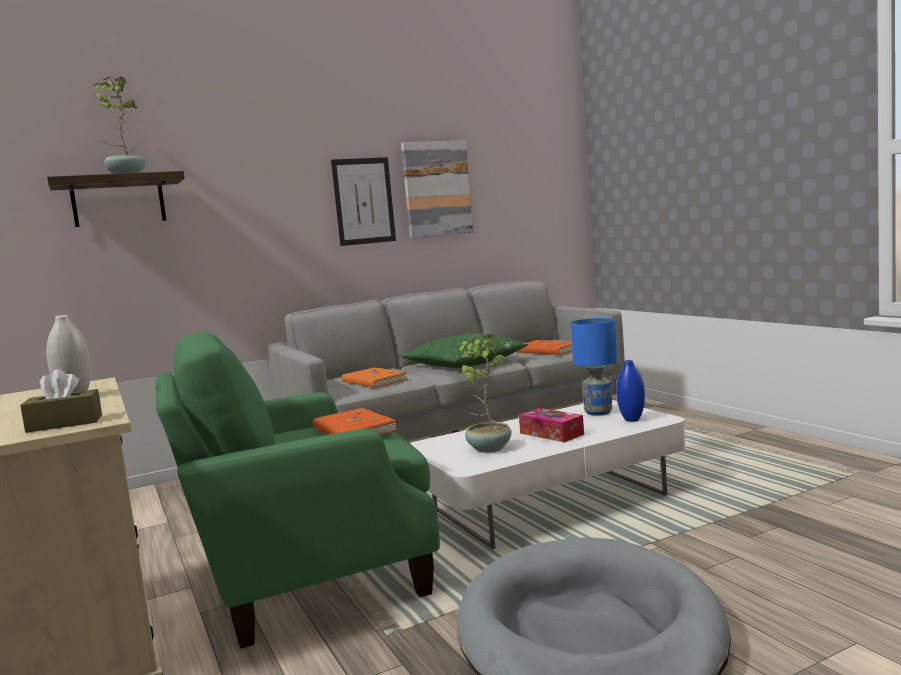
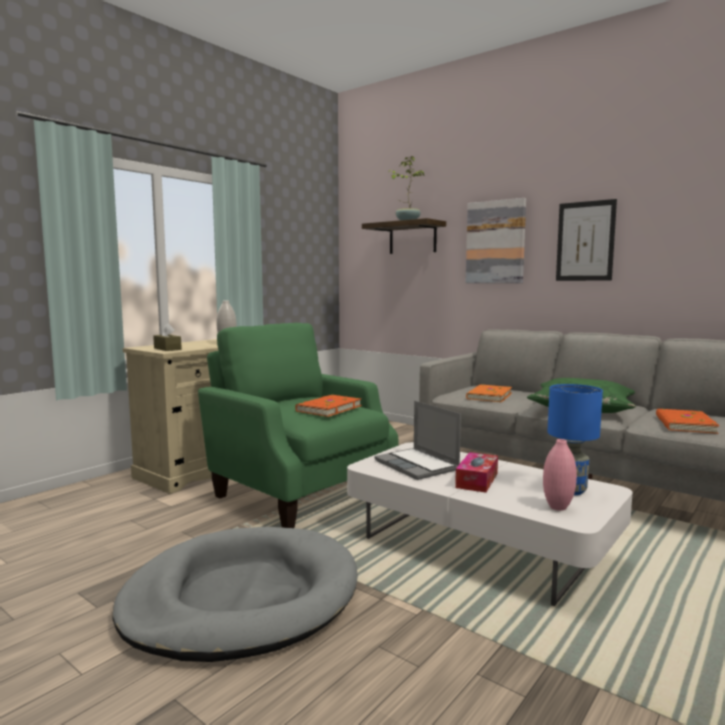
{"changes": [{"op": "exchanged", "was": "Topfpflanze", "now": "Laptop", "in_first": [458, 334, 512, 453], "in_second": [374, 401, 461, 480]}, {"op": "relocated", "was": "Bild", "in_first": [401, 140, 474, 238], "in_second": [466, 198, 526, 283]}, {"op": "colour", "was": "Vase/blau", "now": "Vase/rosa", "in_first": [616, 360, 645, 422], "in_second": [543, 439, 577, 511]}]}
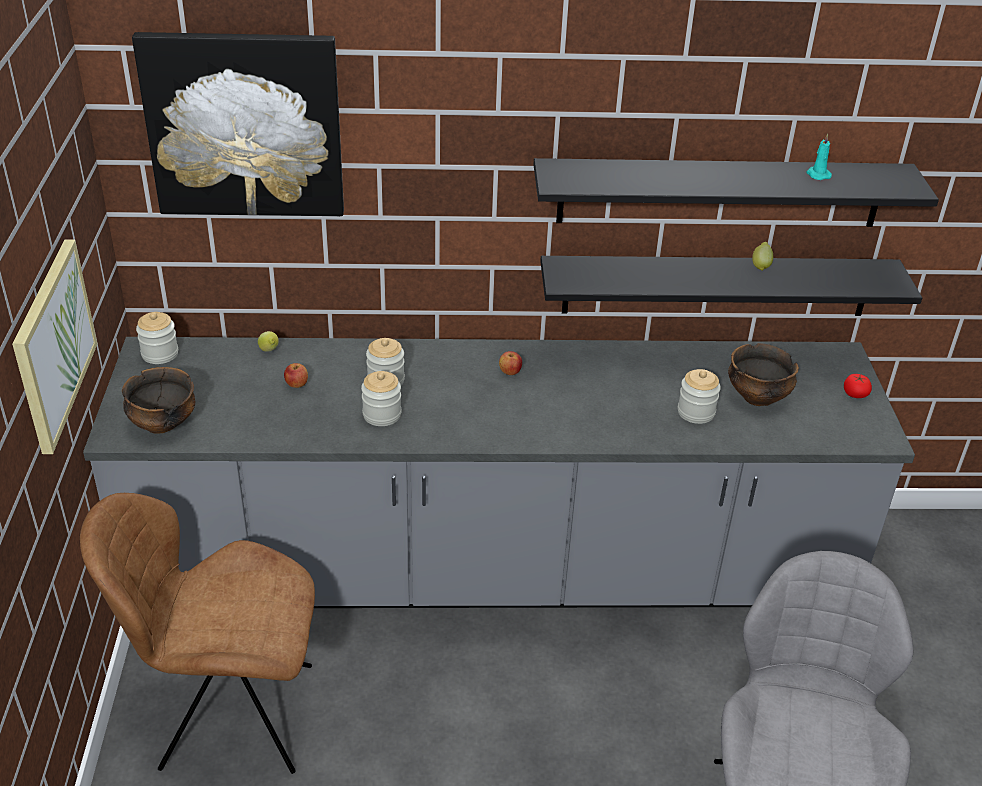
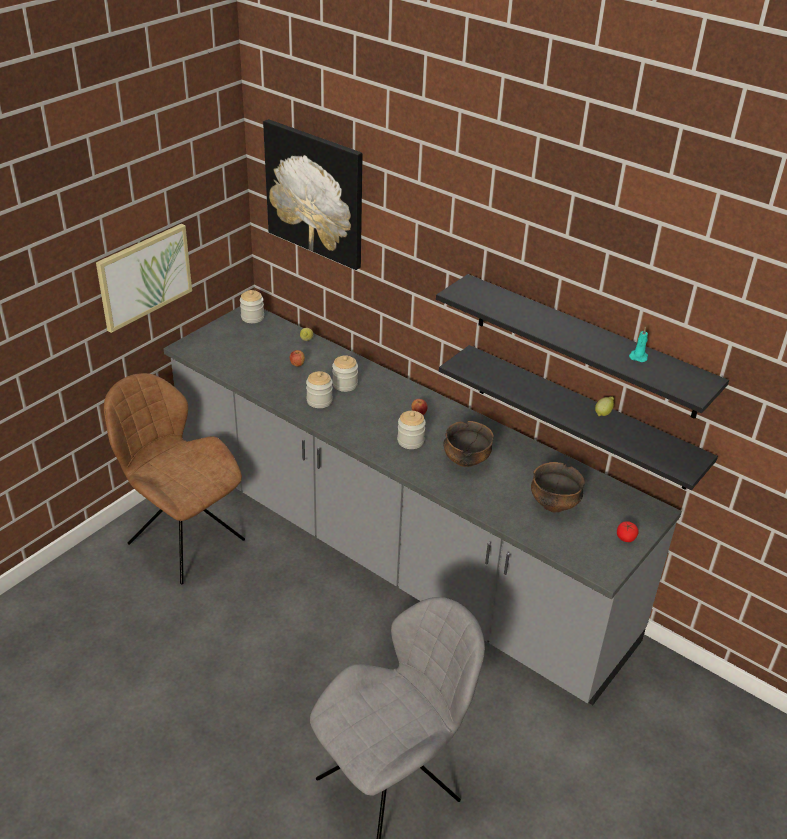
{"changes": [{"op": "relocated", "was": "Vorratsglas", "in_first": [678, 369, 721, 424], "in_second": [397, 411, 426, 449]}, {"op": "relocated", "was": "Schüssel", "in_first": [122, 367, 195, 434], "in_second": [443, 421, 494, 467]}]}
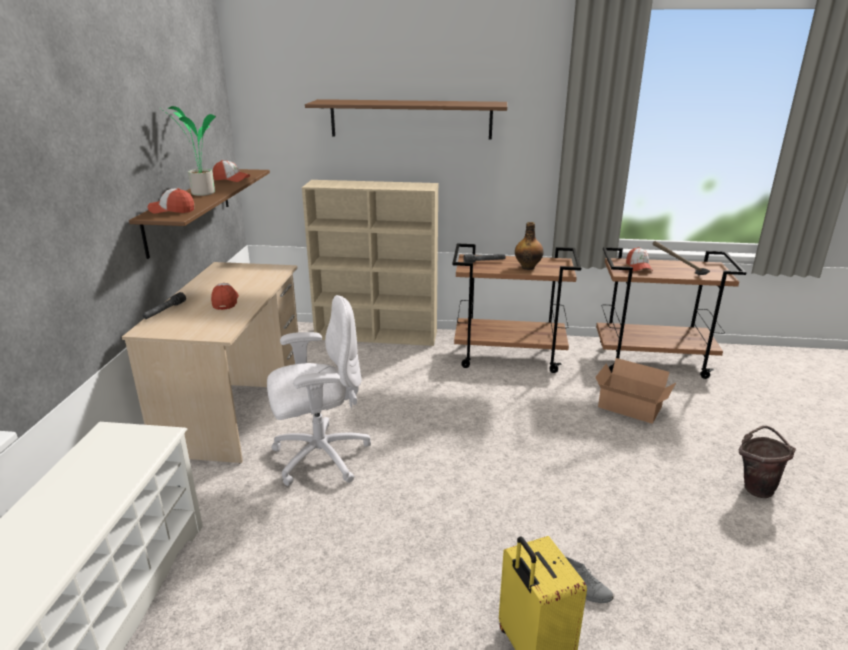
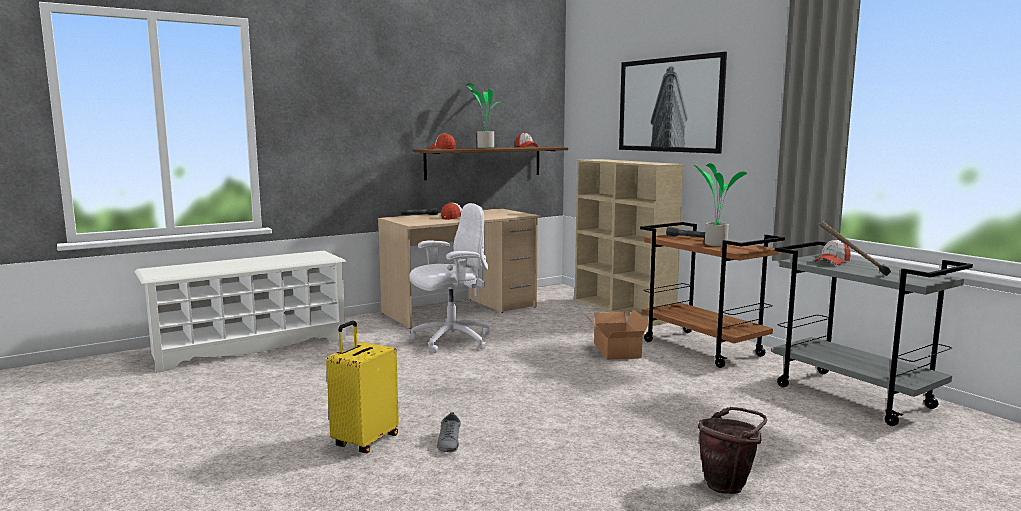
{"changes": [{"op": "spun", "was": "Bürostuhl/weiß", "in_first": [267, 295, 371, 486], "in_second": [409, 203, 490, 353], "clockwise": -60}, {"op": "relocated", "was": "Karton", "in_first": [595, 358, 676, 424], "in_second": [585, 309, 650, 360]}, {"op": "exchanged", "was": "Wandregal/braun", "now": "Bild", "in_first": [305, 99, 507, 139], "in_second": [619, 52, 727, 154]}, {"op": "exchanged", "was": "Flasche", "now": "Topfpflanze", "in_first": [515, 222, 544, 270], "in_second": [694, 163, 747, 246]}, {"op": "colour", "was": "Rollwagen/braun", "now": "Rollwagen/grau", "in_first": [596, 247, 747, 379], "in_second": [773, 241, 973, 426]}]}
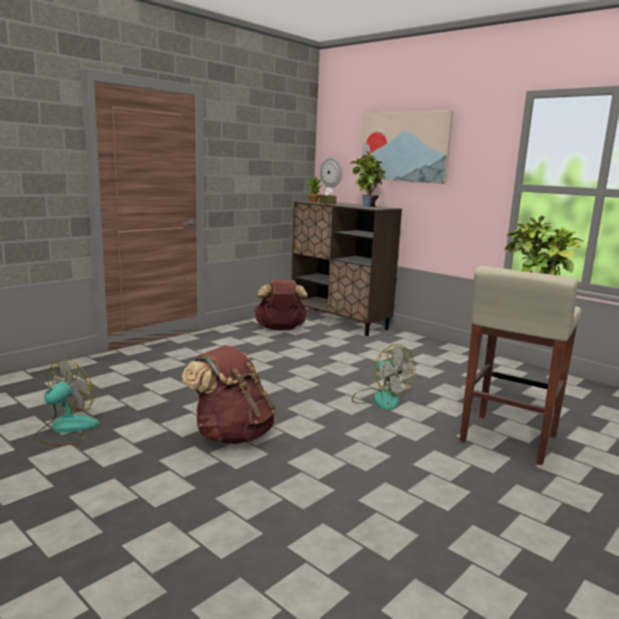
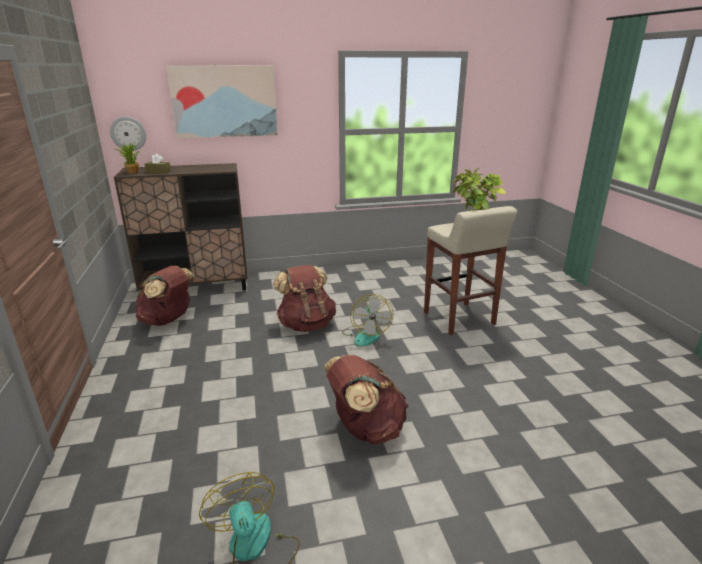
{"changes": [{"op": "appeared", "now": "Rucksack/braun", "in_second": [273, 265, 336, 332]}, {"op": "spun", "was": "Ventilator", "in_first": [352, 344, 415, 410], "in_second": [342, 294, 393, 347], "clockwise": 90}, {"op": "missing", "was": "Topfpflanze", "in_first": [349, 151, 386, 207]}]}
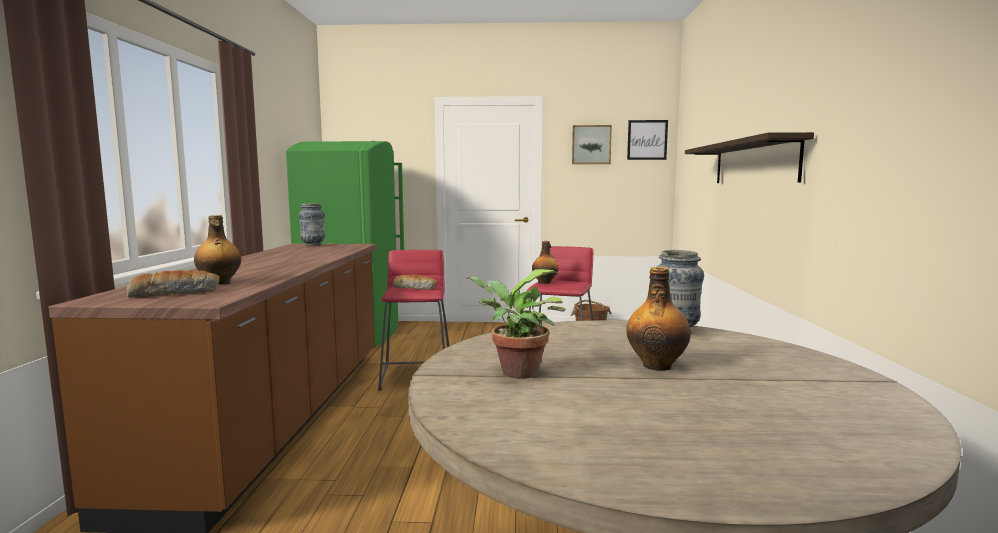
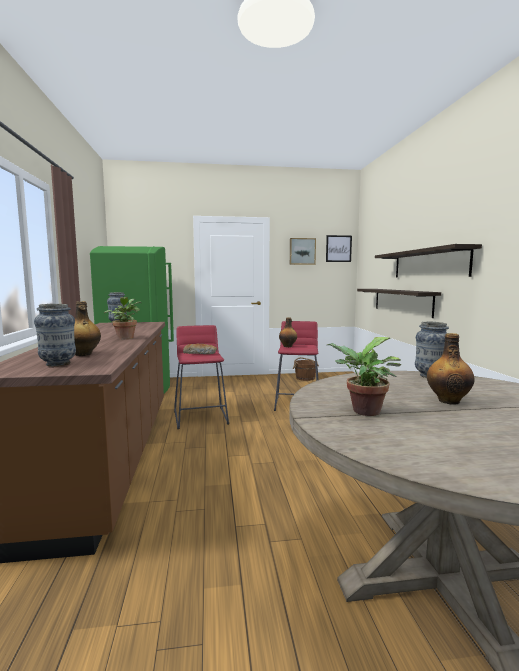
{"changes": [{"op": "exchanged", "was": "Brot", "now": "Vase", "in_first": [127, 270, 220, 298], "in_second": [34, 304, 76, 366]}, {"op": "appeared", "now": "Topfpflanze", "in_second": [104, 297, 142, 339]}, {"op": "appeared", "now": "Wandregal", "in_second": [357, 289, 441, 318]}]}
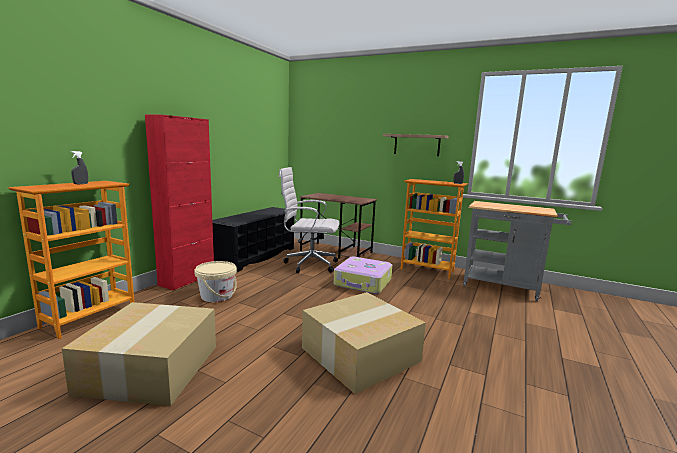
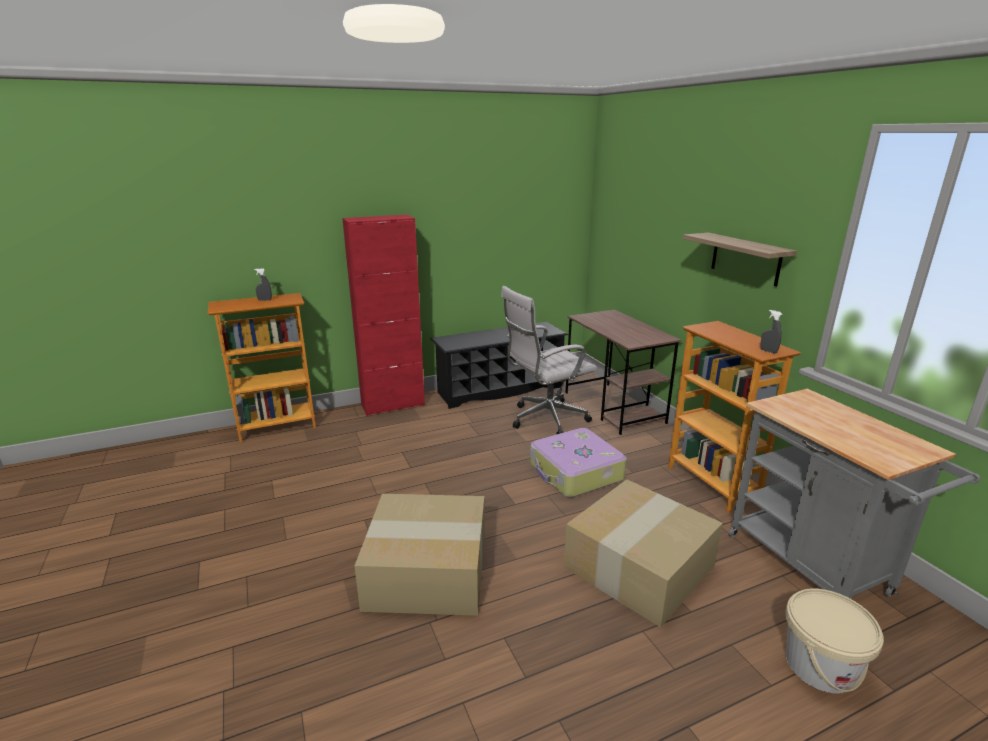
{"changes": [{"op": "spun", "was": "Bürostuhl/weiß", "in_first": [279, 167, 339, 273], "in_second": [501, 286, 597, 434], "clockwise": -75}, {"op": "relocated", "was": "Karton", "in_first": [62, 302, 216, 406], "in_second": [564, 479, 723, 628]}, {"op": "relocated", "was": "Eimer/beige", "in_first": [195, 261, 237, 302], "in_second": [785, 588, 884, 693]}]}
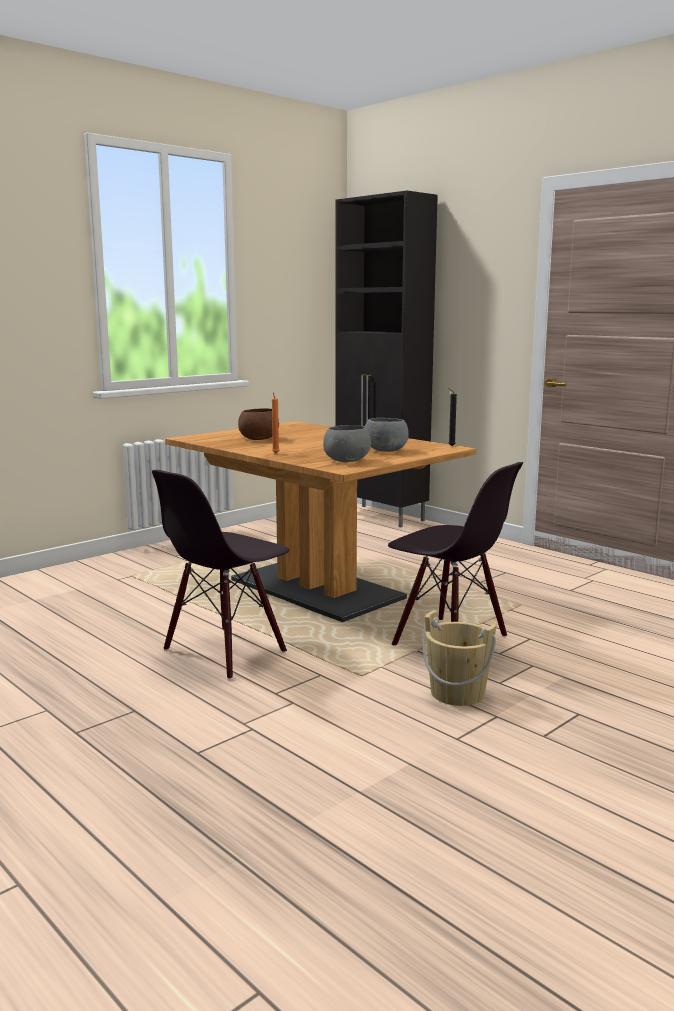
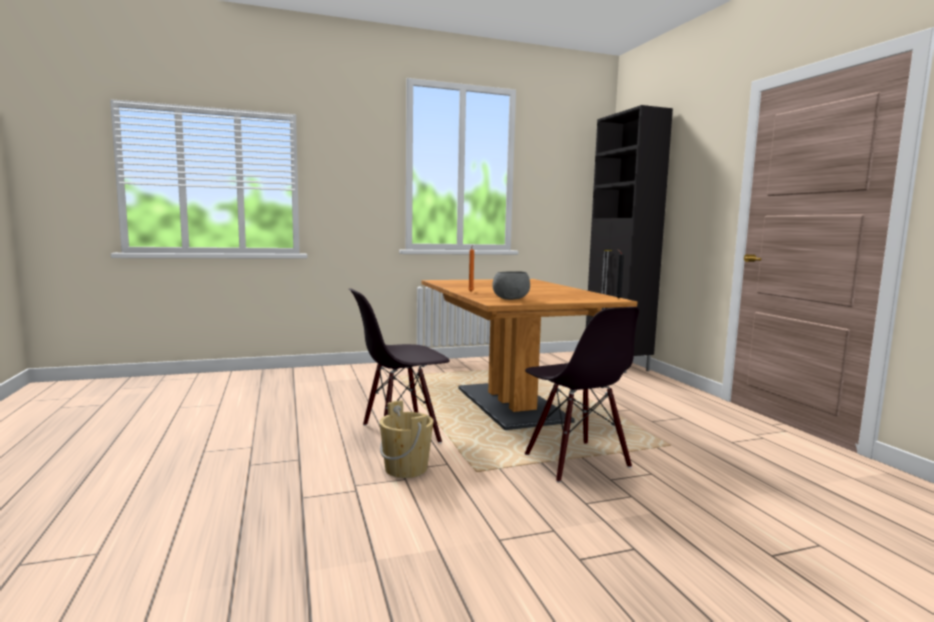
{"changes": [{"op": "relocated", "was": "Eimer/beige", "in_first": [423, 610, 497, 706], "in_second": [379, 400, 434, 478]}, {"op": "missing", "was": "Schüssel/braun", "in_first": [238, 408, 279, 440]}, {"op": "missing", "was": "Schüssel/grau", "in_first": [365, 418, 409, 452]}]}
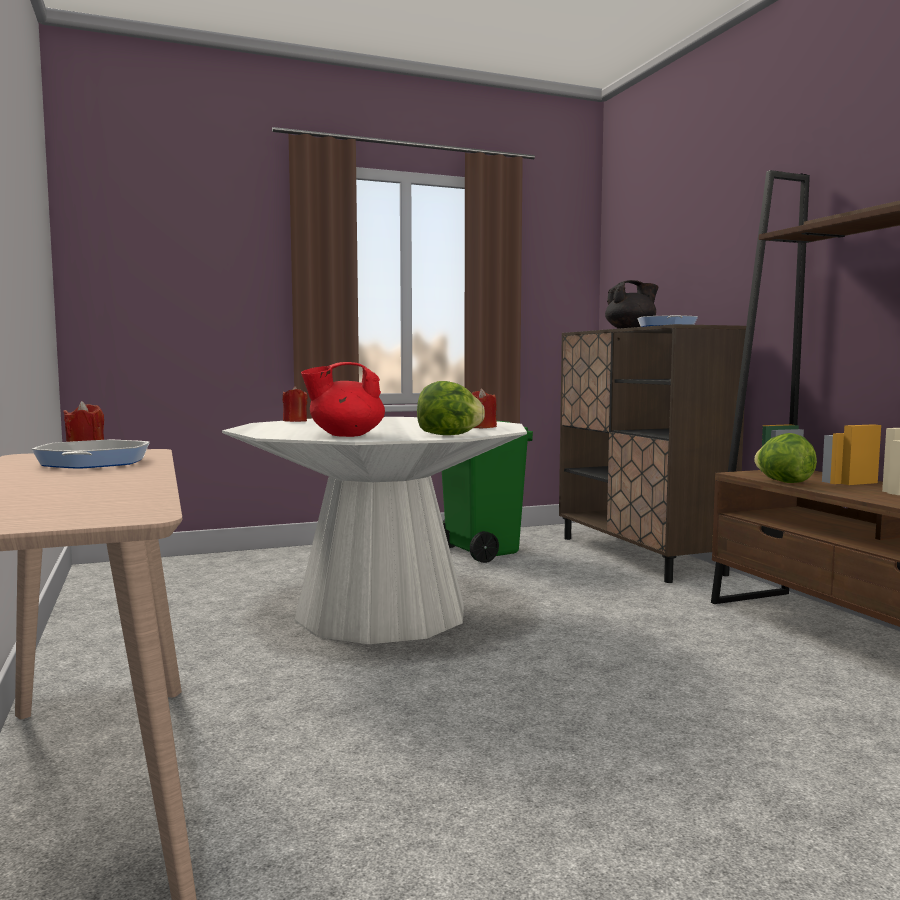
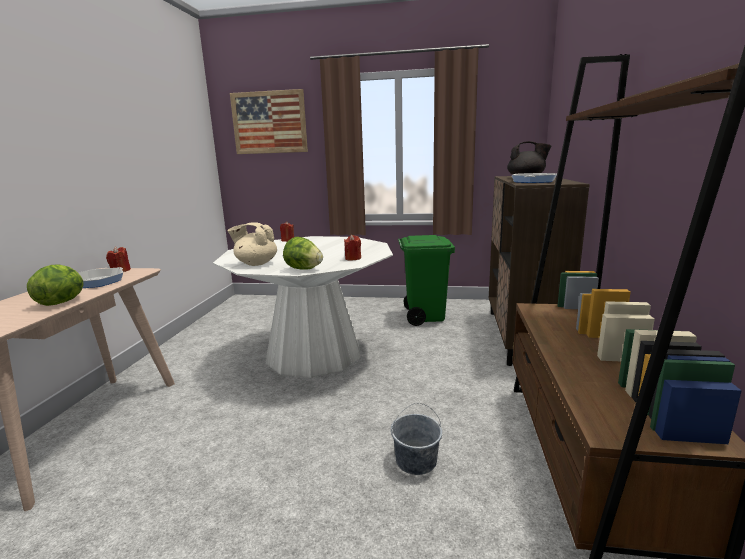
{"changes": [{"op": "relocated", "was": "Salatkopf", "in_first": [754, 433, 817, 483], "in_second": [27, 265, 83, 306]}, {"op": "colour", "was": "Teekanne/rot", "now": "Teekanne/beige", "in_first": [301, 362, 385, 437], "in_second": [227, 222, 277, 266]}, {"op": "appeared", "now": "Bild", "in_second": [230, 89, 308, 154]}, {"op": "appeared", "now": "Eimer/grau", "in_second": [391, 403, 442, 475]}]}
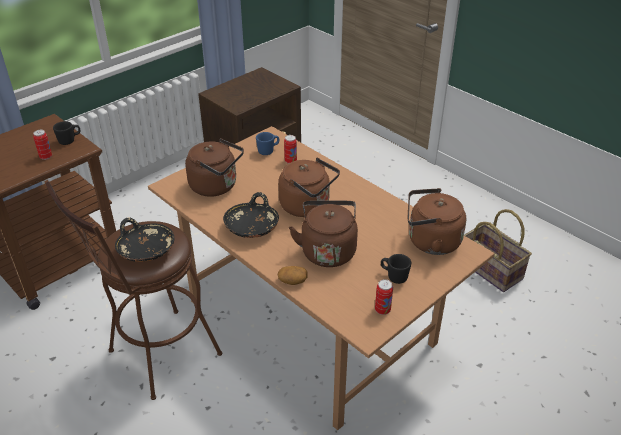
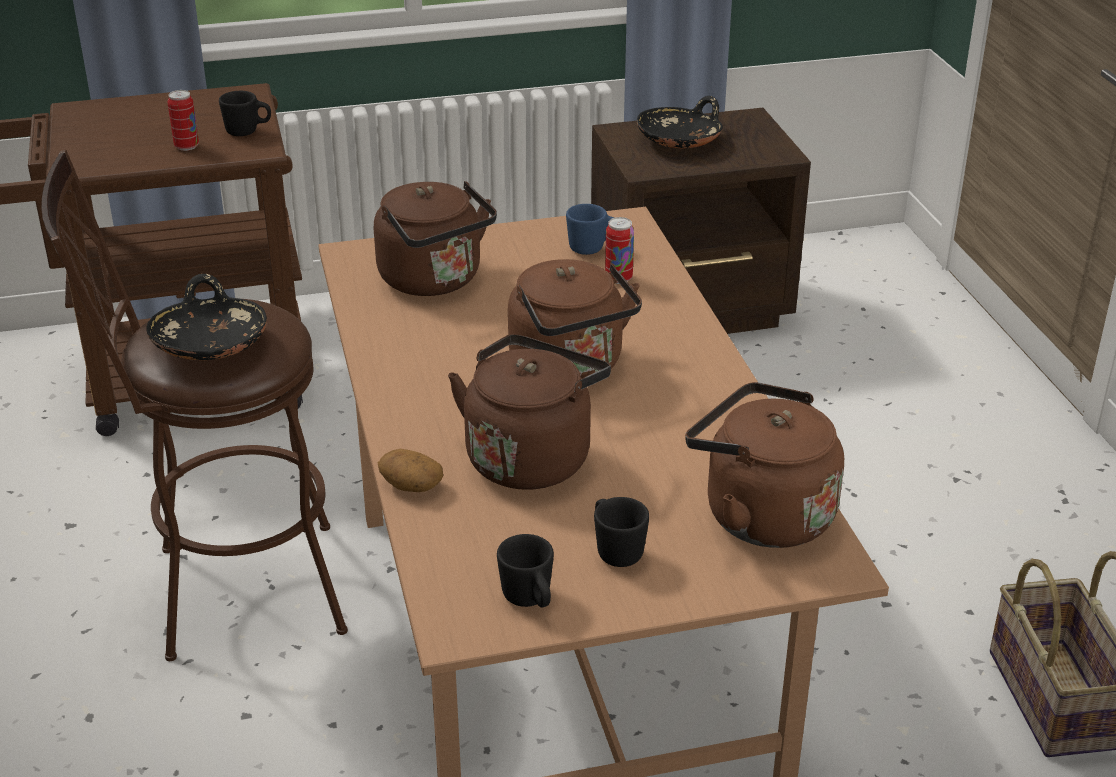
{"changes": [{"op": "exchanged", "was": "Dose", "now": "Henkelbecher/schwarz", "in_first": [375, 279, 393, 315], "in_second": [497, 534, 554, 608]}, {"op": "relocated", "was": "Schüssel/schwarz", "in_first": [223, 192, 279, 238], "in_second": [637, 96, 723, 148]}]}
